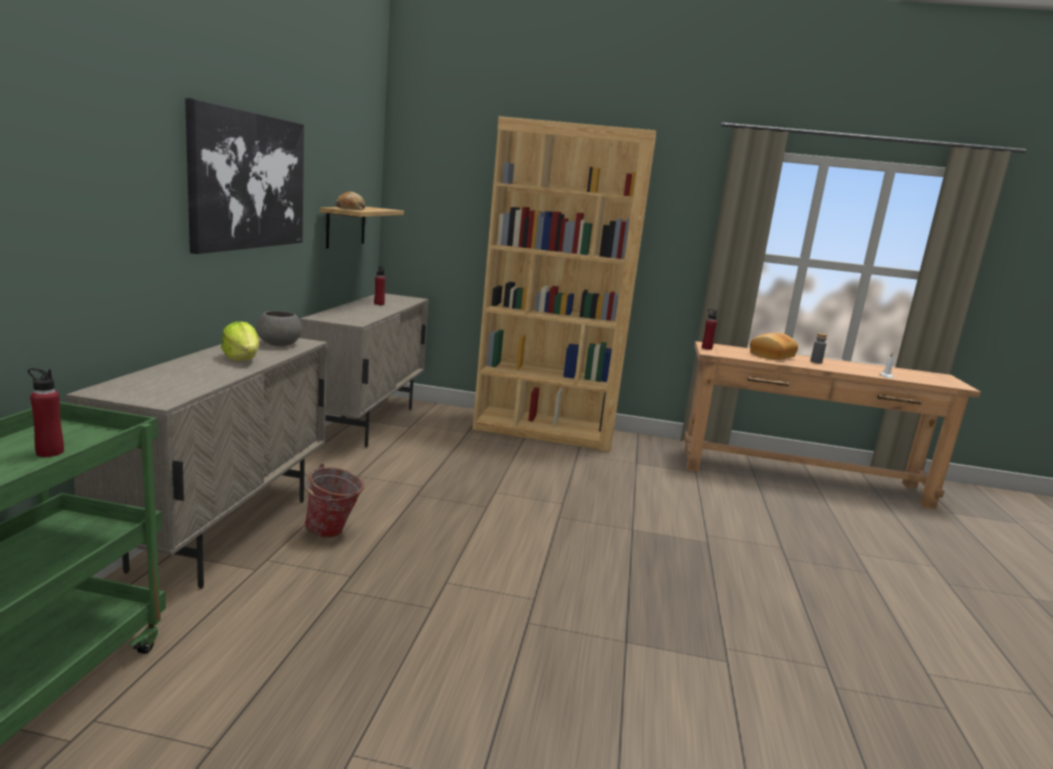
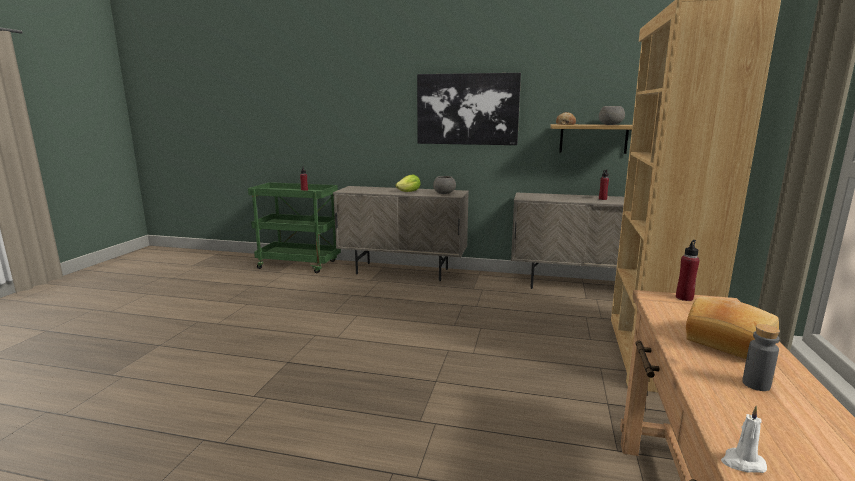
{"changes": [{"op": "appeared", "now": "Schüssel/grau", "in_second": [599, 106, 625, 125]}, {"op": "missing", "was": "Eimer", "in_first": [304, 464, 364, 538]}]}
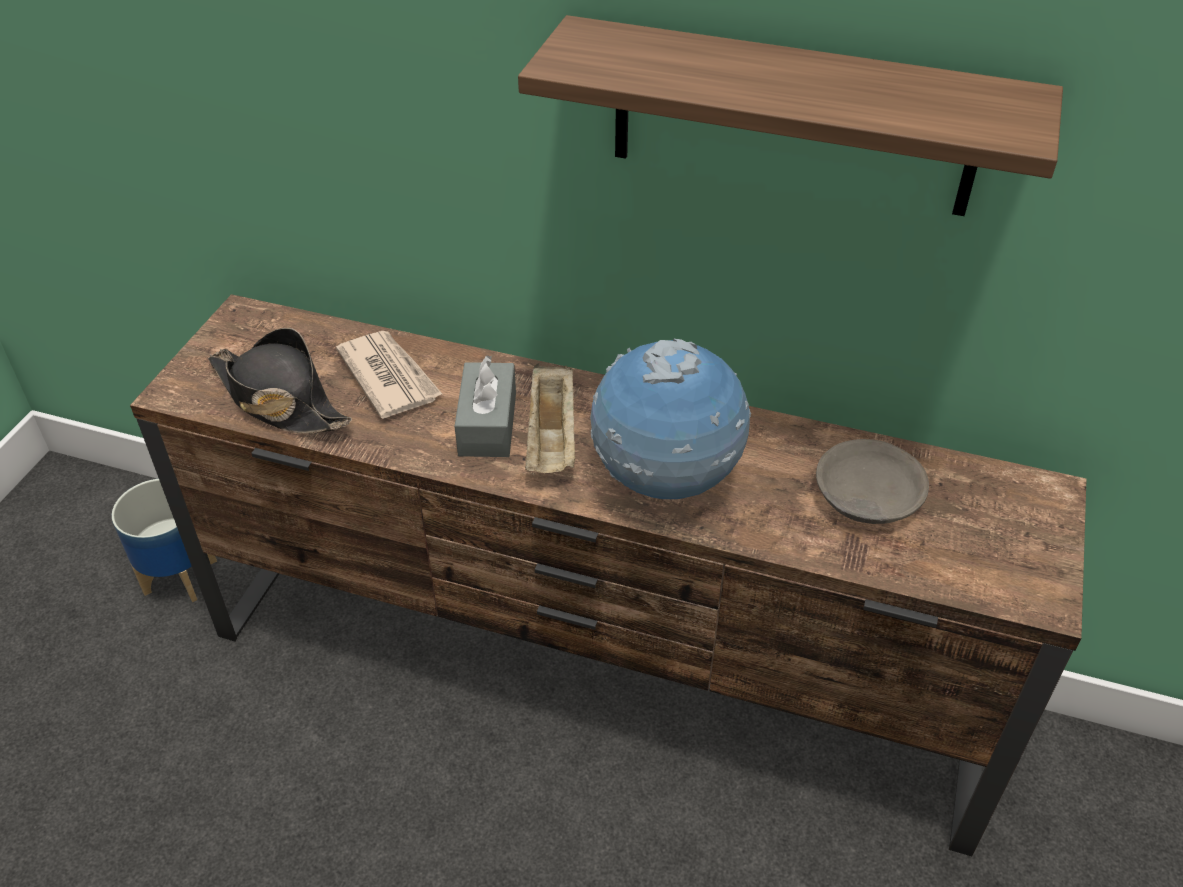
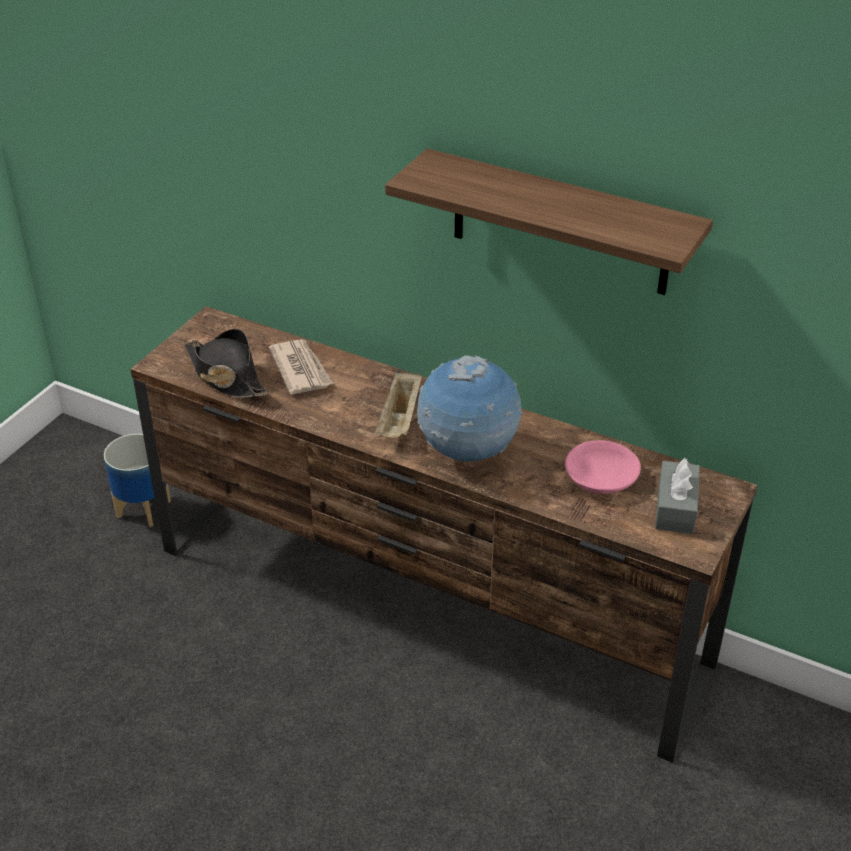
{"changes": [{"op": "colour", "was": "Schüssel/grau", "now": "Schüssel/rosa", "in_first": [816, 439, 929, 524], "in_second": [565, 440, 641, 494]}, {"op": "relocated", "was": "Taschentuchbox/grau", "in_first": [455, 355, 516, 457], "in_second": [655, 458, 700, 534]}]}
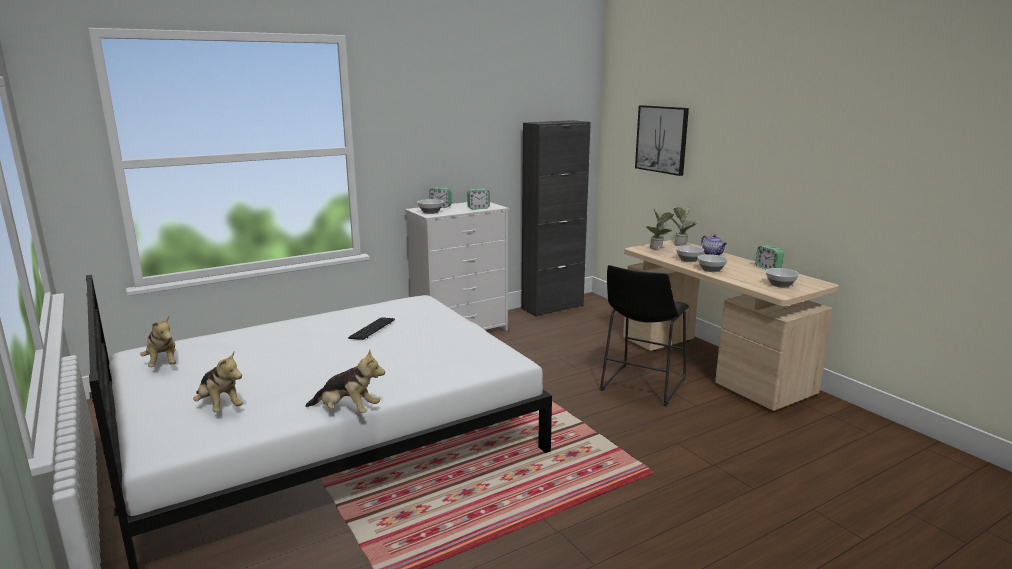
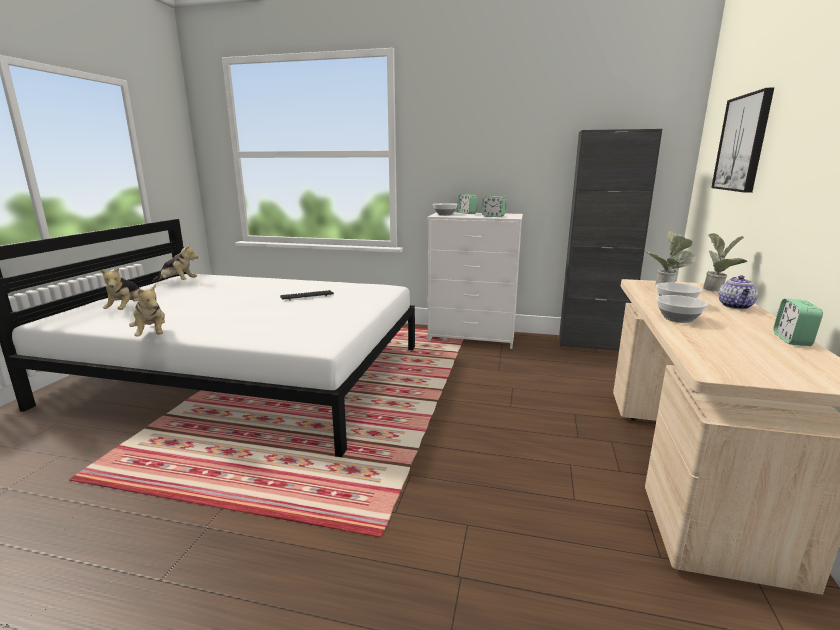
{"changes": [{"op": "spun", "was": "Plüschtier", "in_first": [140, 316, 176, 367], "in_second": [153, 244, 198, 282], "clockwise": -90}, {"op": "missing", "was": "Hocker/schwarz", "in_first": [600, 265, 689, 406]}, {"op": "missing", "was": "Schüssel", "in_first": [765, 268, 799, 287]}]}
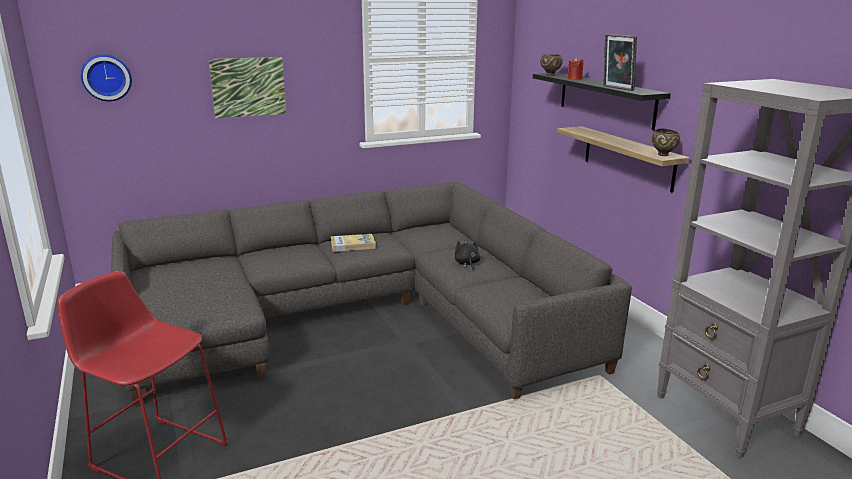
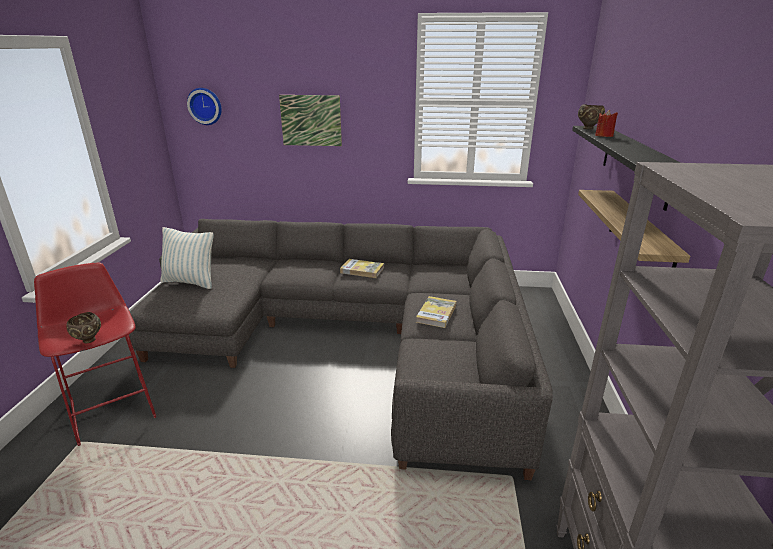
{"changes": [{"op": "relocated", "was": "Schüssel/braun", "in_first": [652, 128, 680, 156], "in_second": [66, 312, 101, 343]}, {"op": "appeared", "now": "Kissen", "in_second": [160, 227, 214, 289]}, {"op": "exchanged", "was": "Plüschtier/schwarz", "now": "Buch", "in_first": [455, 240, 480, 270], "in_second": [416, 296, 456, 328]}, {"op": "missing", "was": "Bilderrahmen", "in_first": [603, 34, 637, 91]}]}
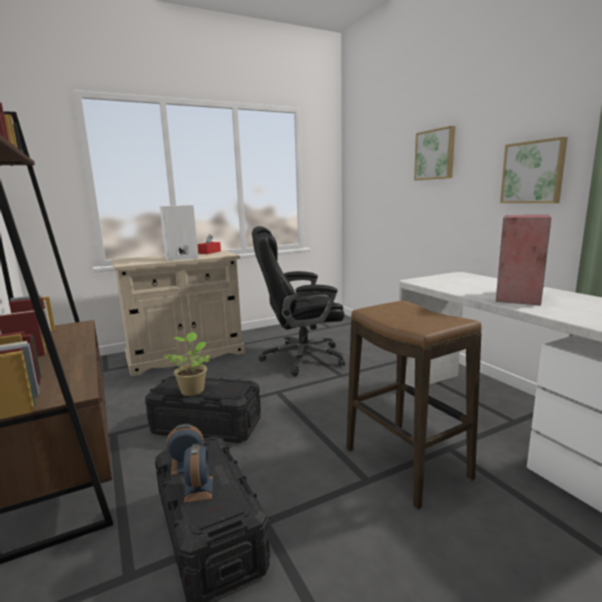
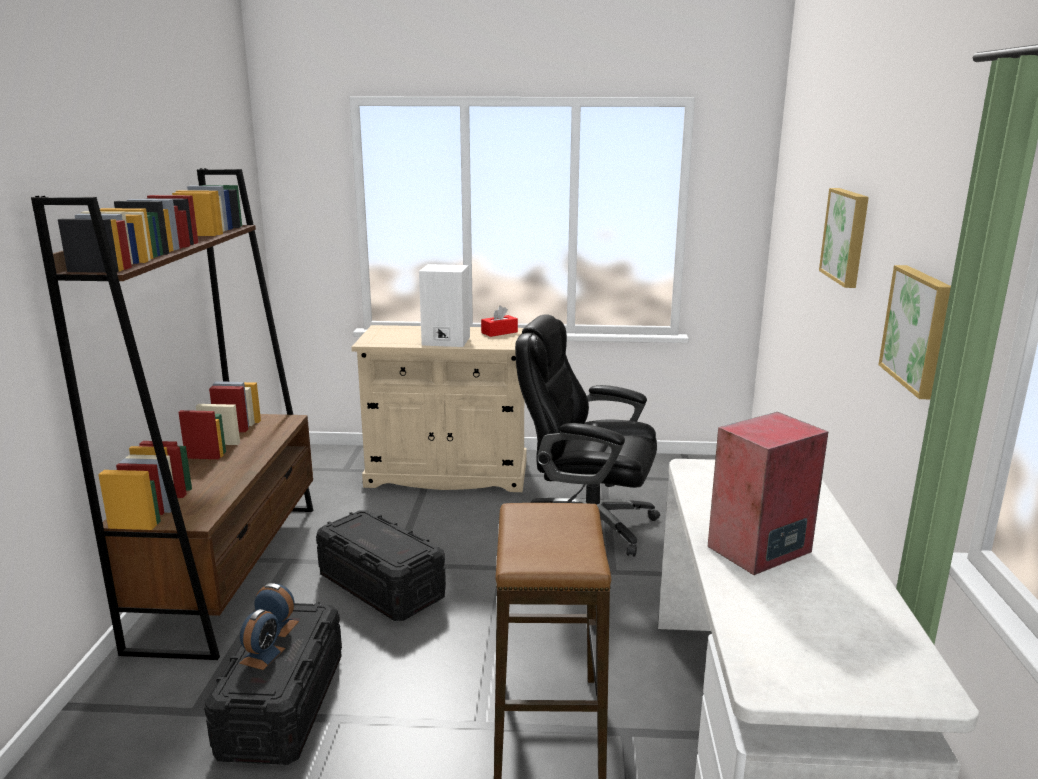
{"changes": [{"op": "missing", "was": "Topfpflanze", "in_first": [163, 332, 210, 396]}]}
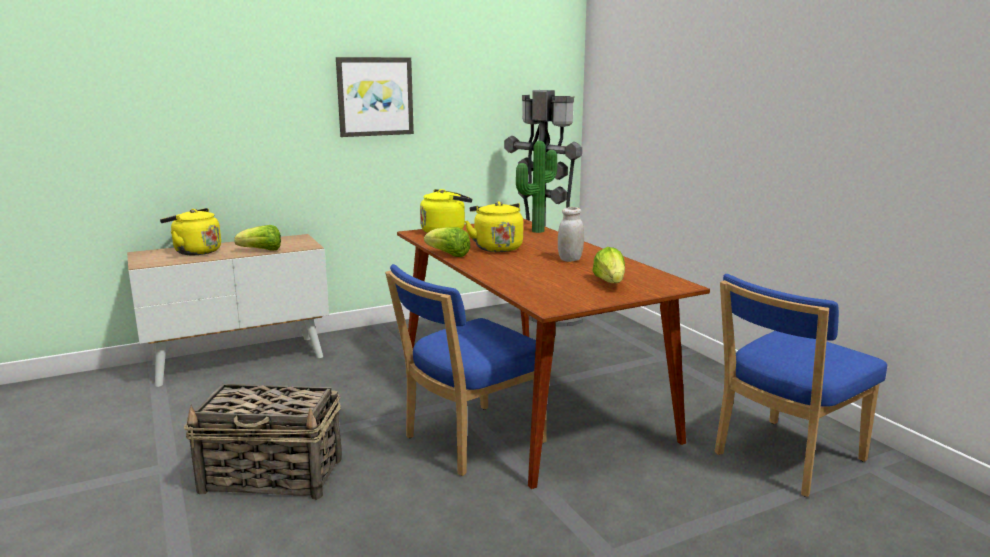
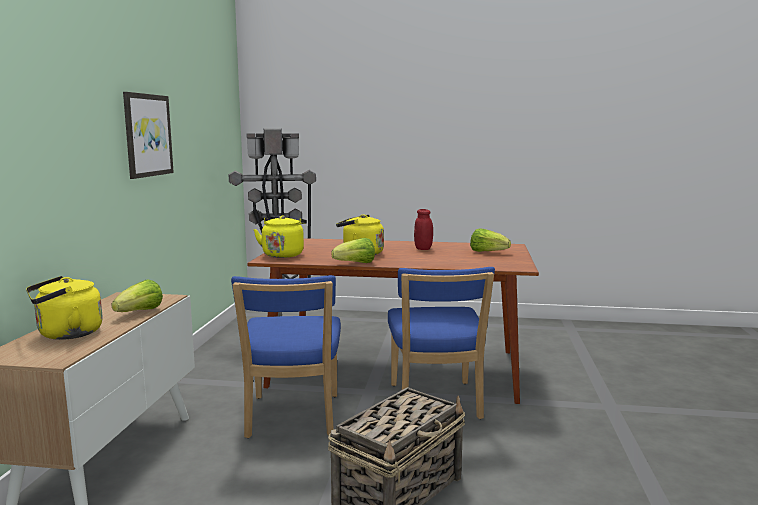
{"changes": [{"op": "relocated", "was": "Stuhl/blau", "in_first": [715, 274, 887, 497], "in_second": [231, 275, 341, 438]}, {"op": "colour", "was": "Vorratsglas/weiß", "now": "Vorratsglas/rot", "in_first": [558, 207, 584, 262], "in_second": [414, 209, 433, 250]}, {"op": "missing", "was": "Topfpflanze", "in_first": [516, 141, 557, 233]}]}
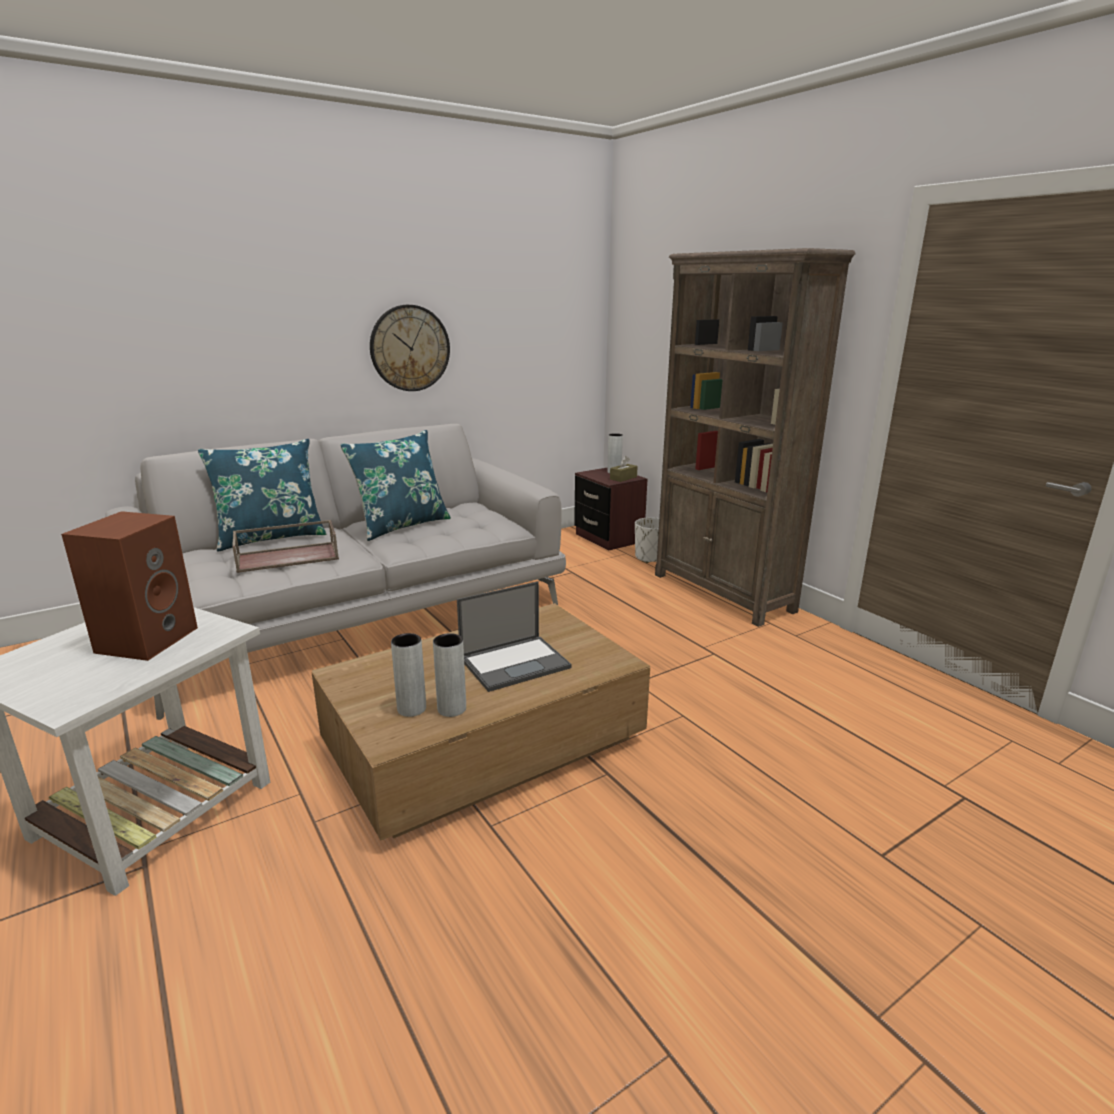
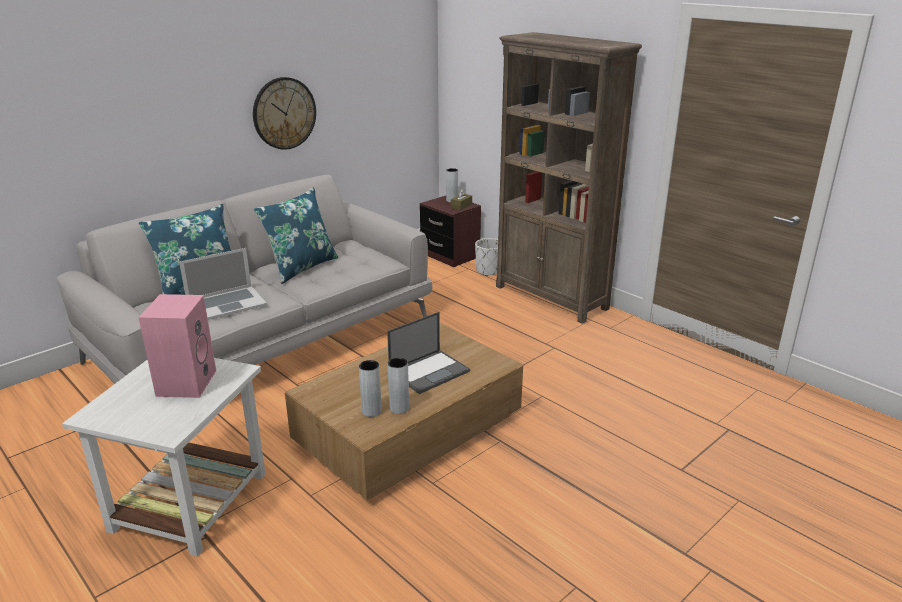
{"changes": [{"op": "colour", "was": "Lautsprecher/braun", "now": "Lautsprecher/rosa", "in_first": [61, 511, 198, 661], "in_second": [138, 294, 216, 398]}, {"op": "exchanged", "was": "Tablett/braun", "now": "Laptop", "in_first": [232, 520, 339, 573], "in_second": [179, 248, 267, 320]}]}
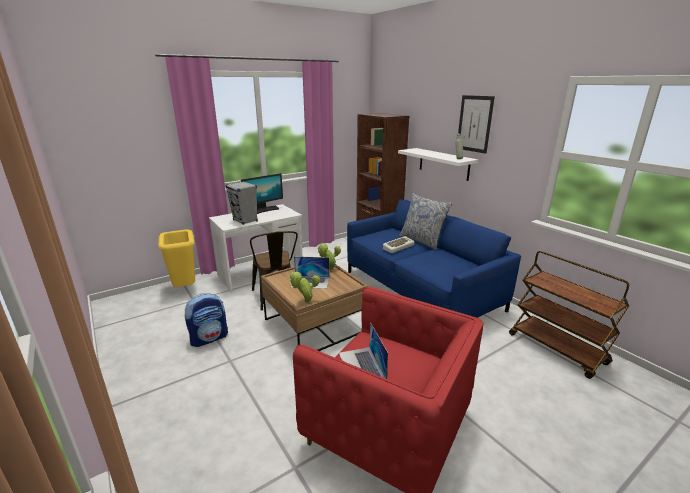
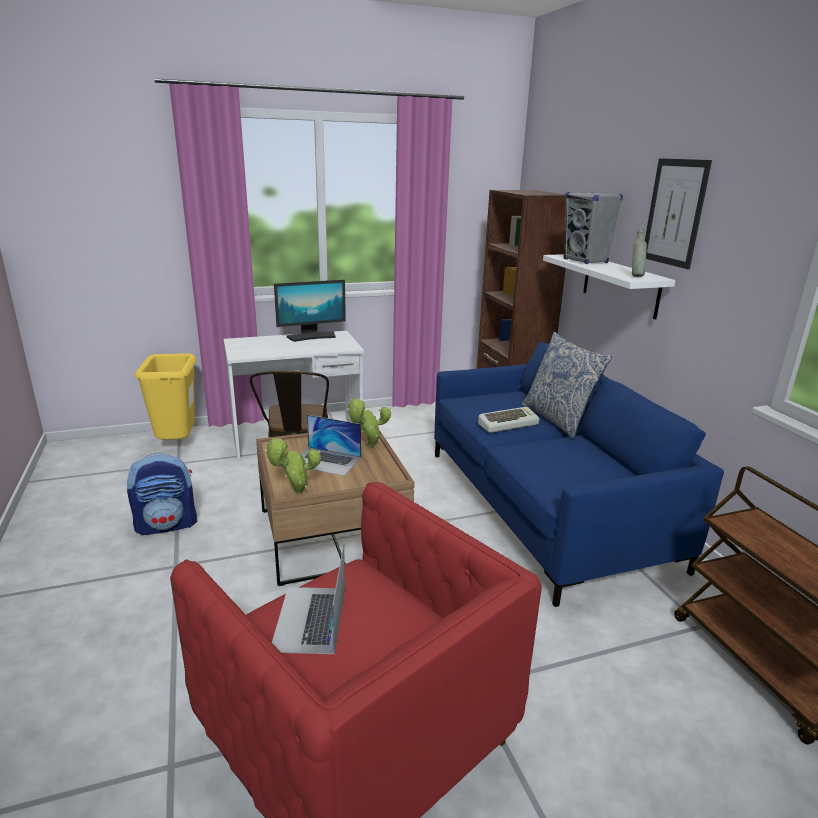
{"changes": [{"op": "relocated", "was": "Lautsprecher/grau", "in_first": [225, 181, 258, 225], "in_second": [563, 192, 623, 264]}]}
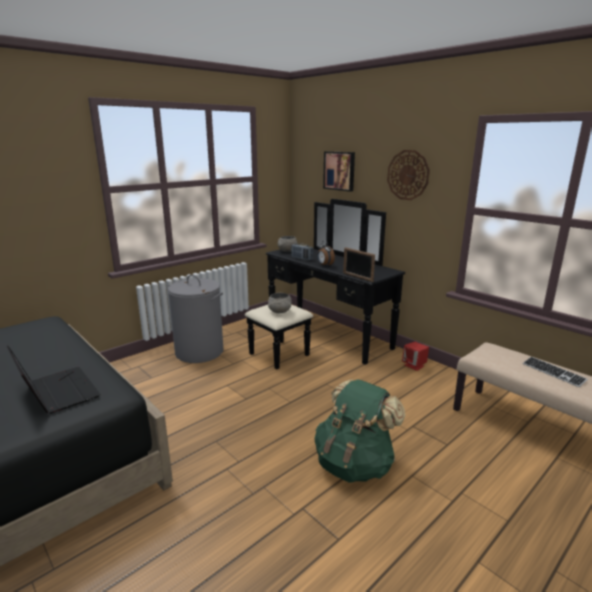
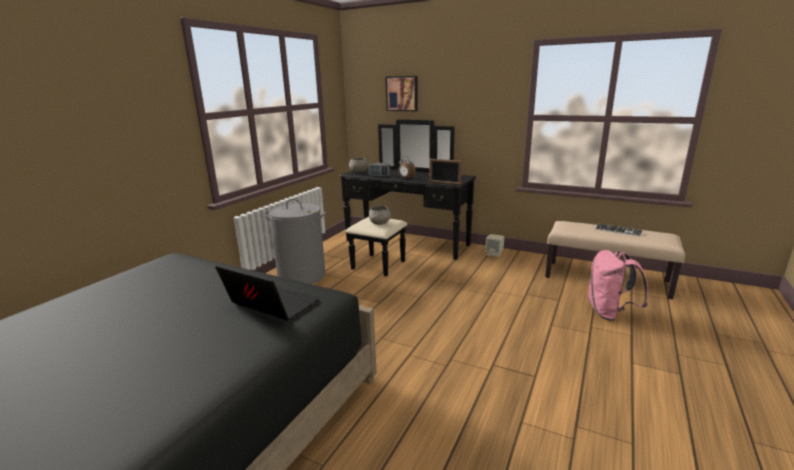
{"changes": [{"op": "colour", "was": "Lautsprecher/rot", "now": "Lautsprecher/beige", "in_first": [402, 342, 429, 371], "in_second": [485, 234, 505, 257]}, {"op": "appeared", "now": "Rucksack/rosa", "in_second": [587, 250, 648, 321]}, {"op": "missing", "was": "Rucksack/grün", "in_first": [314, 379, 405, 482]}, {"op": "missing", "was": "Wanduhr", "in_first": [387, 150, 430, 200]}]}
